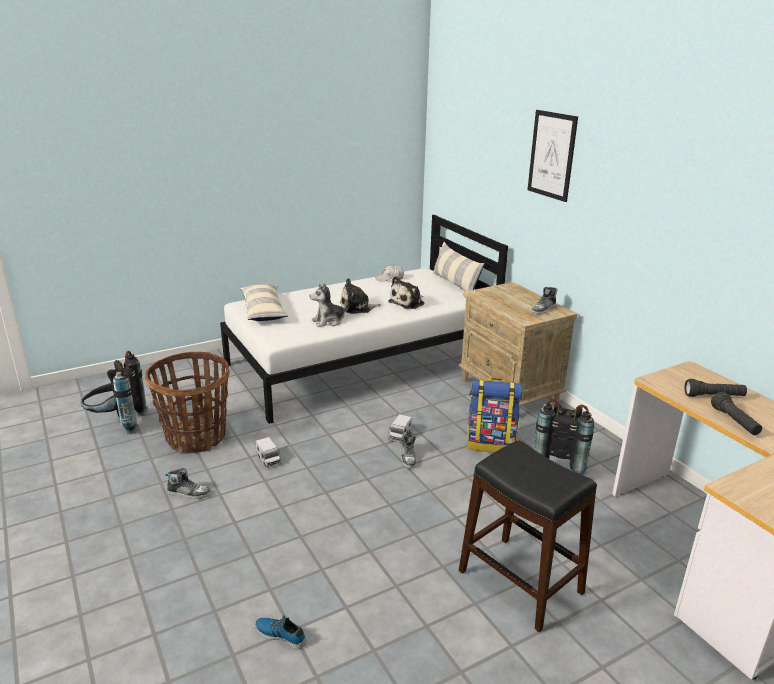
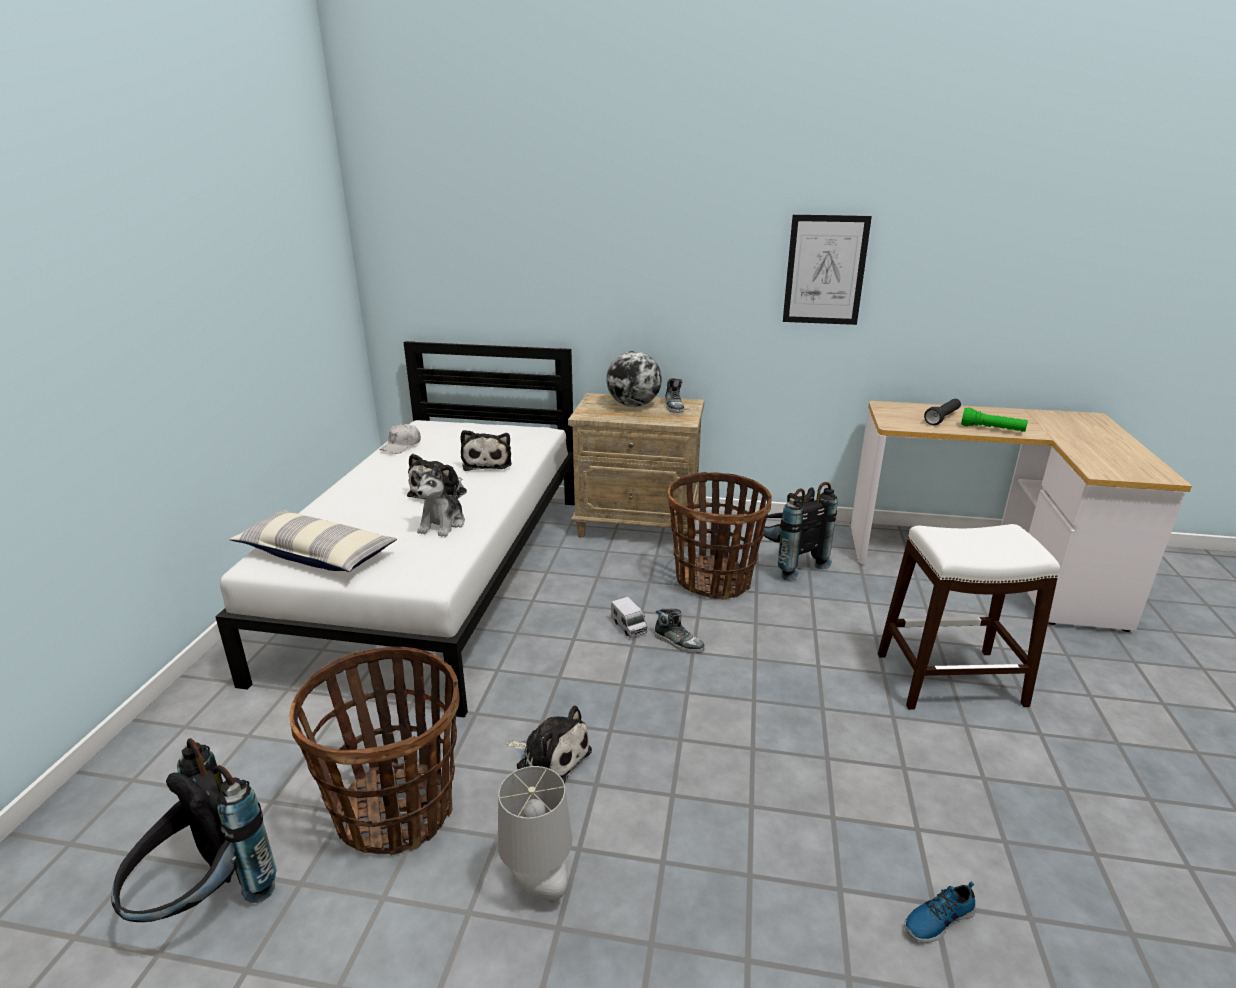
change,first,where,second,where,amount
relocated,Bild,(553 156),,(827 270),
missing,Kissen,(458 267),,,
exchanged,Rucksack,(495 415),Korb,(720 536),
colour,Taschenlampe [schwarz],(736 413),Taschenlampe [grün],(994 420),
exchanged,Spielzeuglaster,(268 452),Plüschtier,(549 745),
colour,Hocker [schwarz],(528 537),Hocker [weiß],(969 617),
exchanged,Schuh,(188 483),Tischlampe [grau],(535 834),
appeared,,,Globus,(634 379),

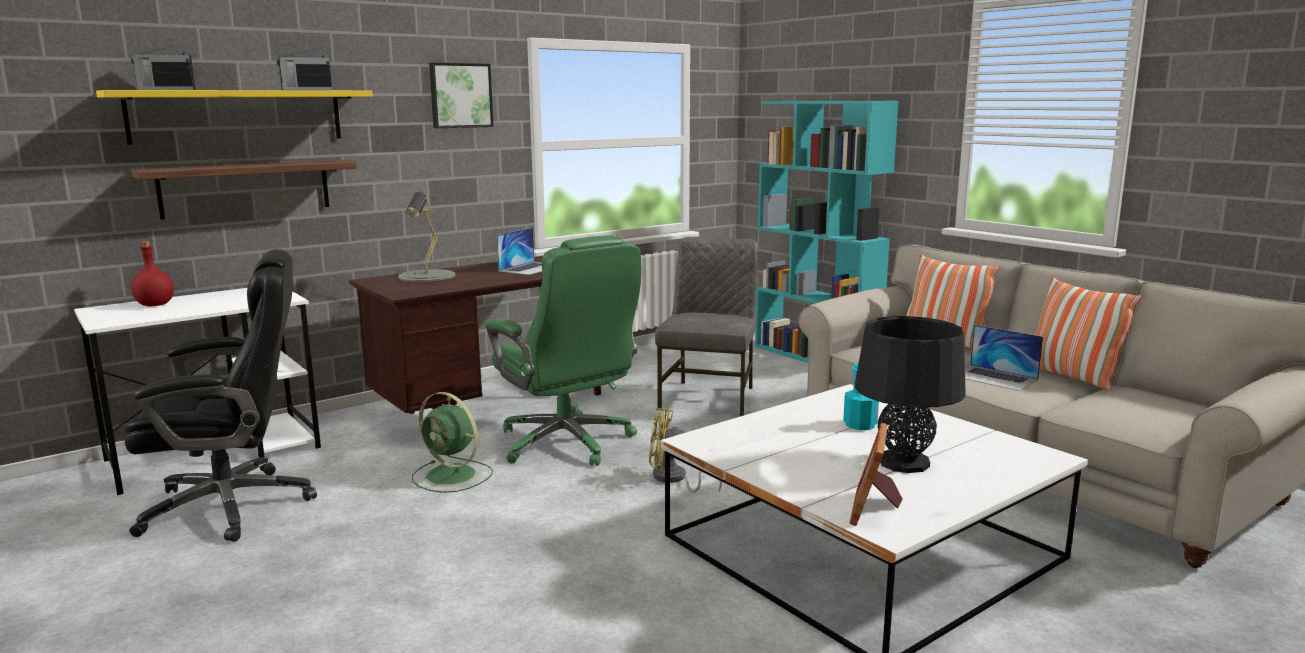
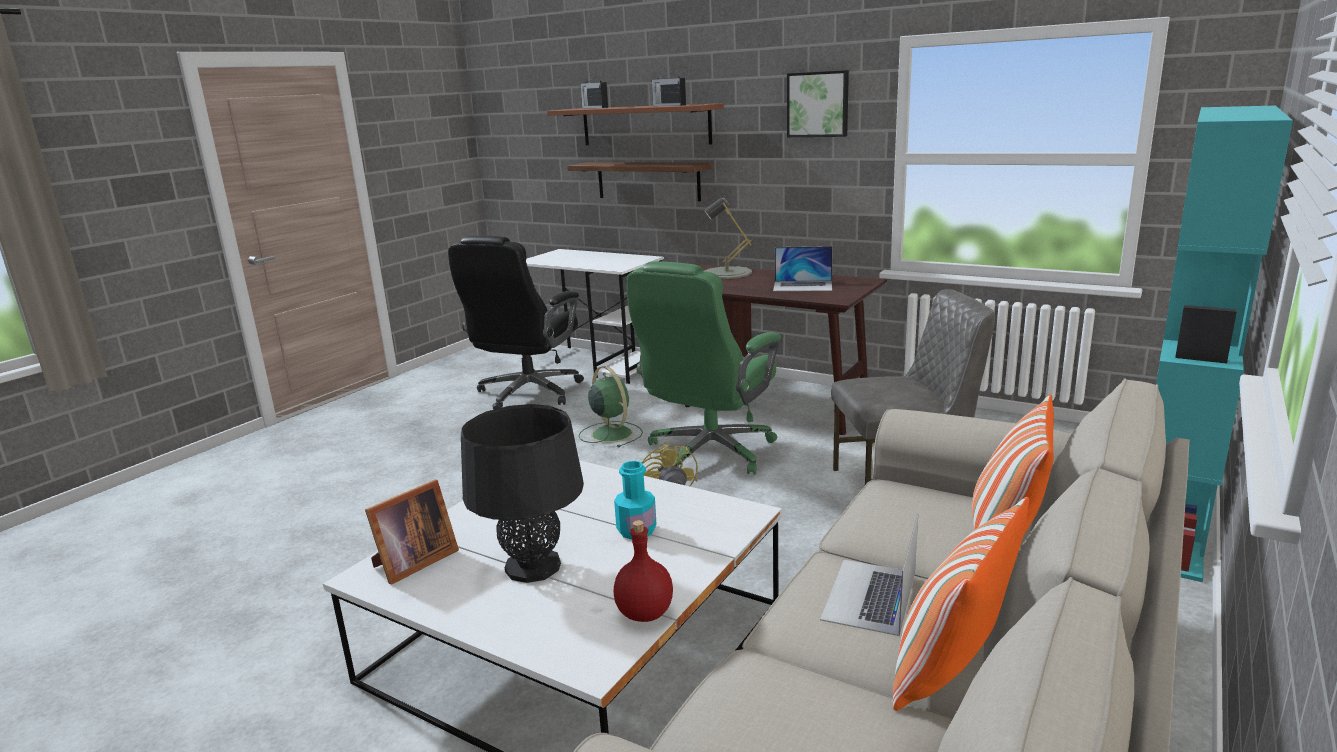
change,first,where,second,where,amount
colour,Wandregal [gelb],(234 117),Wandregal [braun],(635 124),
relocated,Flasche [rot],(152 273),,(643 571),
spun,Bürostuhl [schwarz],(221 395),,(516 323),60 degrees clockwise
spun,Ventilator [grün],(452 442),,(611 407),135 degrees clockwise
spun,Bilderrahmen,(876 474),,(412 532),135 degrees clockwise

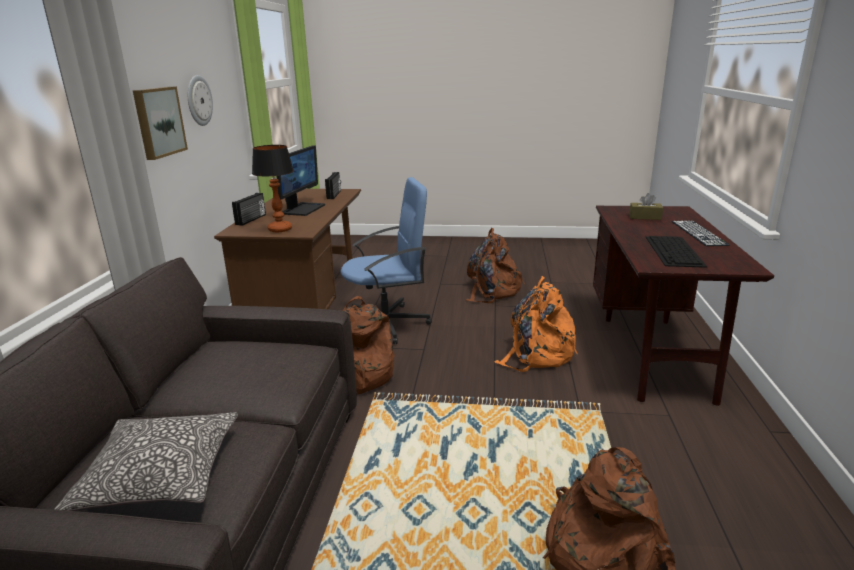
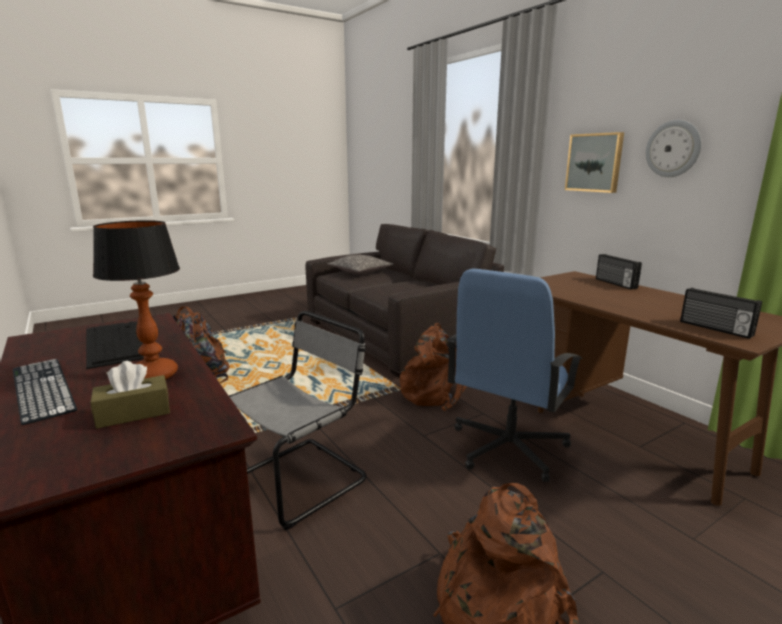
change,first,where,second,where,amount
relocated,Tischlampe,(273 188),,(136 300),
missing,Monitor,(301 180),,,
exchanged,Rucksack [orange],(536 324),Stuhl [grau],(297 420),

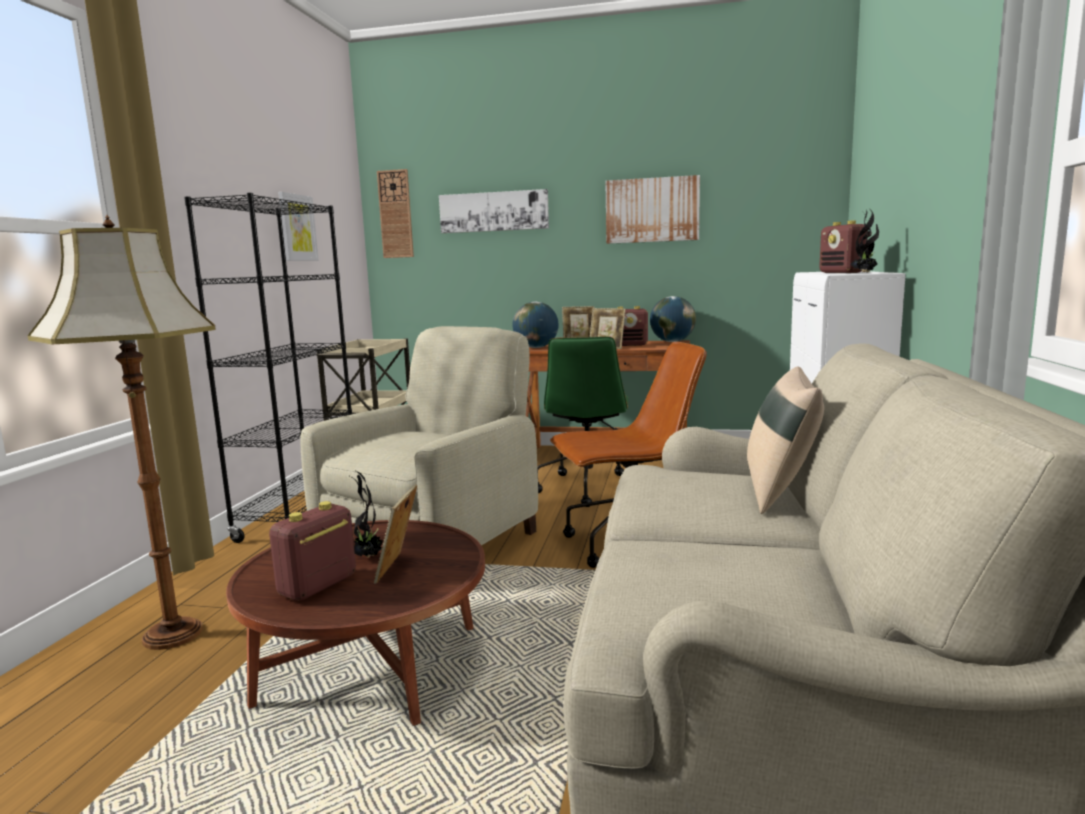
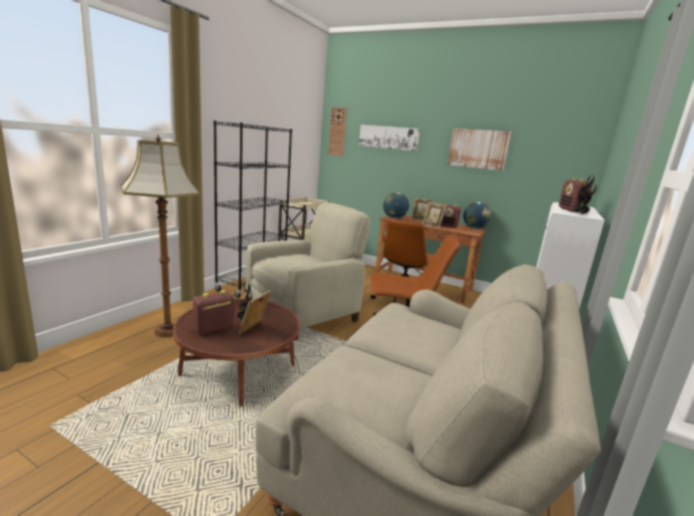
change,first,where,second,where,amount
missing,Bild,(298 226),,,
colour,Bürostuhl [grün],(582 421),Bürostuhl [braun],(402 261),
missing,Kissen [beige],(785 440),,,

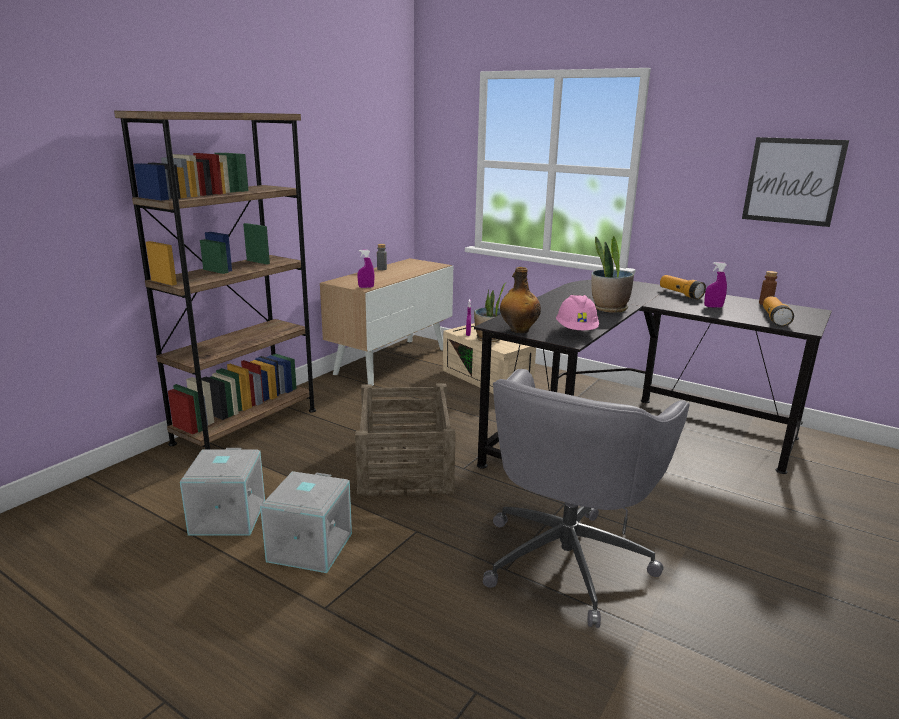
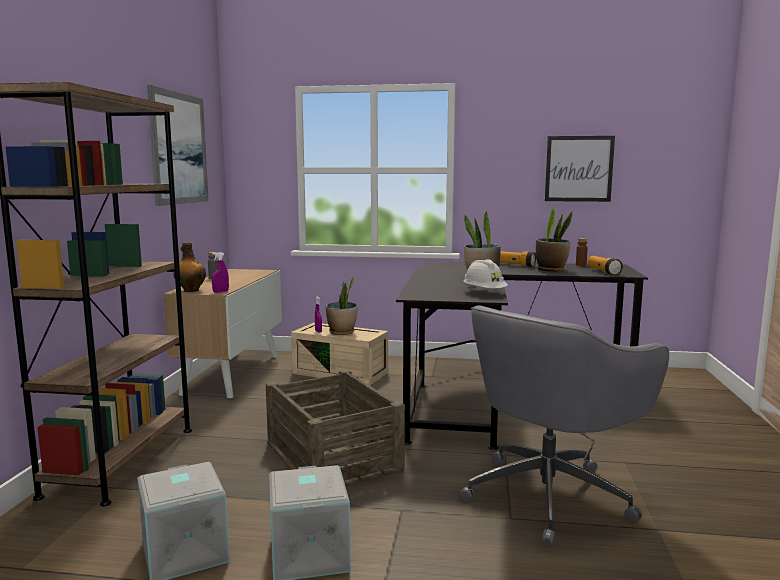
change,first,where,second,where,amount
exchanged,Sprühflasche [lila],(715 285),Topfpflanze,(554 239),
relocated,Flasche,(520 300),,(189 267),
colour,Schutzhelm [rosa],(577 312),Schutzhelm [weiß],(485 274),
spun,Bürostuhl [grau],(586 498),,(564 426),45 degrees clockwise
appeared,,,Bild,(178 145),

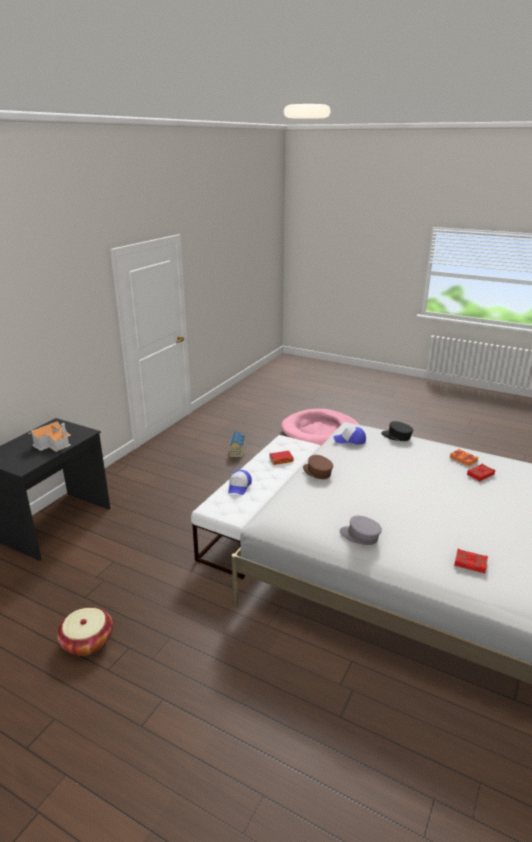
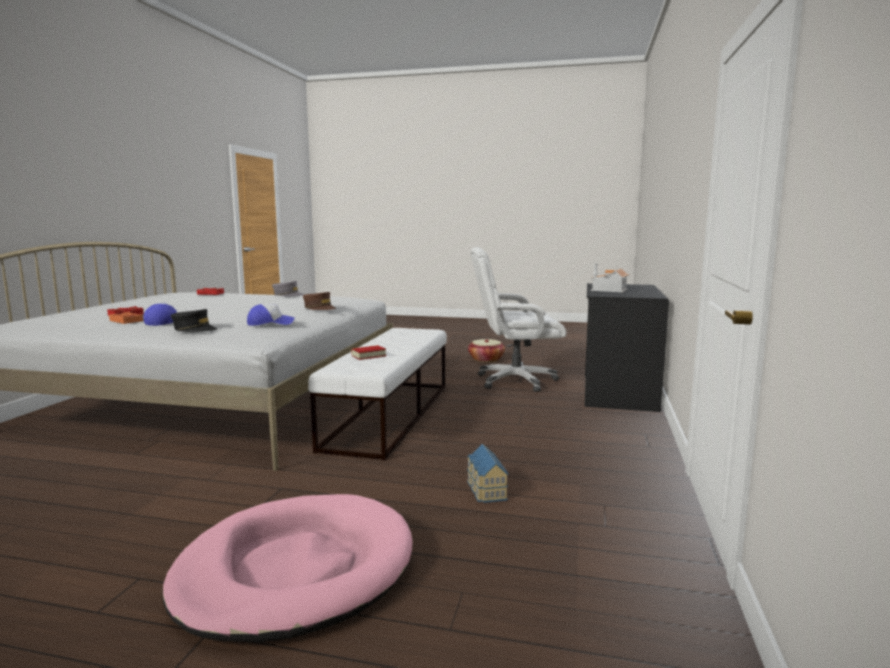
change,first,where,second,where,amount
relocated,Kappe,(240 482),,(160 314),
appeared,,,Bürostuhl [weiß],(518 319),

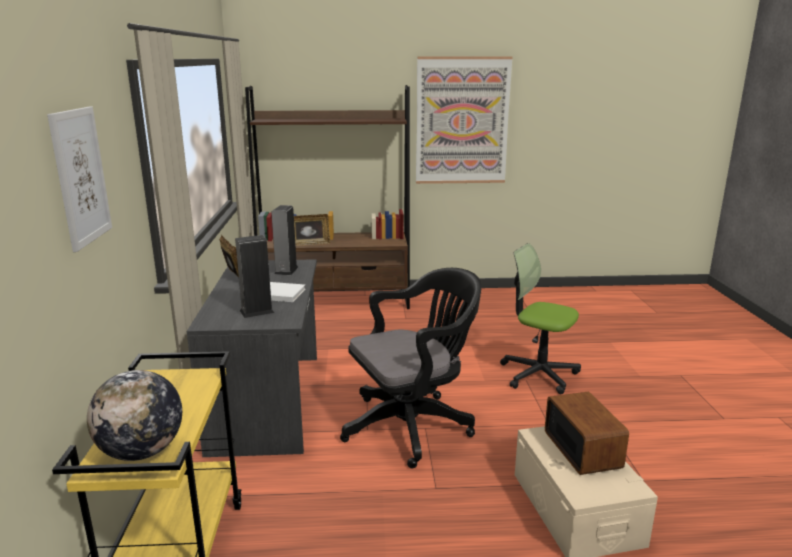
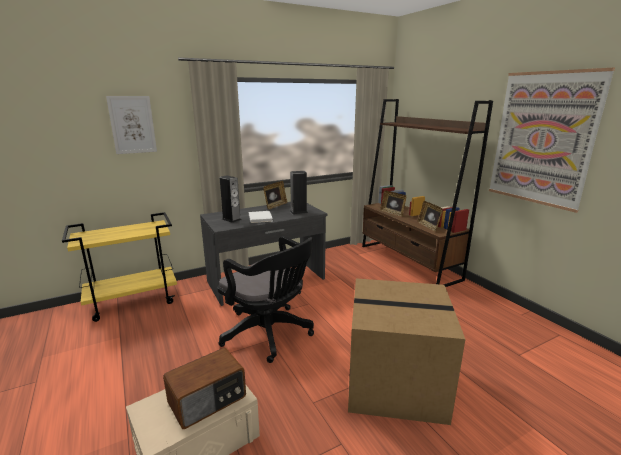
change,first,where,second,where,amount
exchanged,Bürostuhl,(540 318),Karton,(406 351),
missing,Globus,(134 415),,,
appeared,,,Bilderrahmen,(430 216),

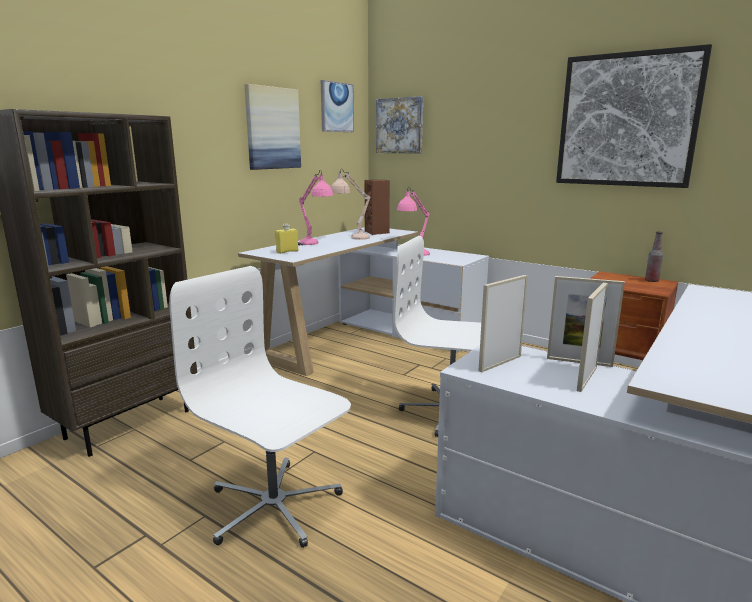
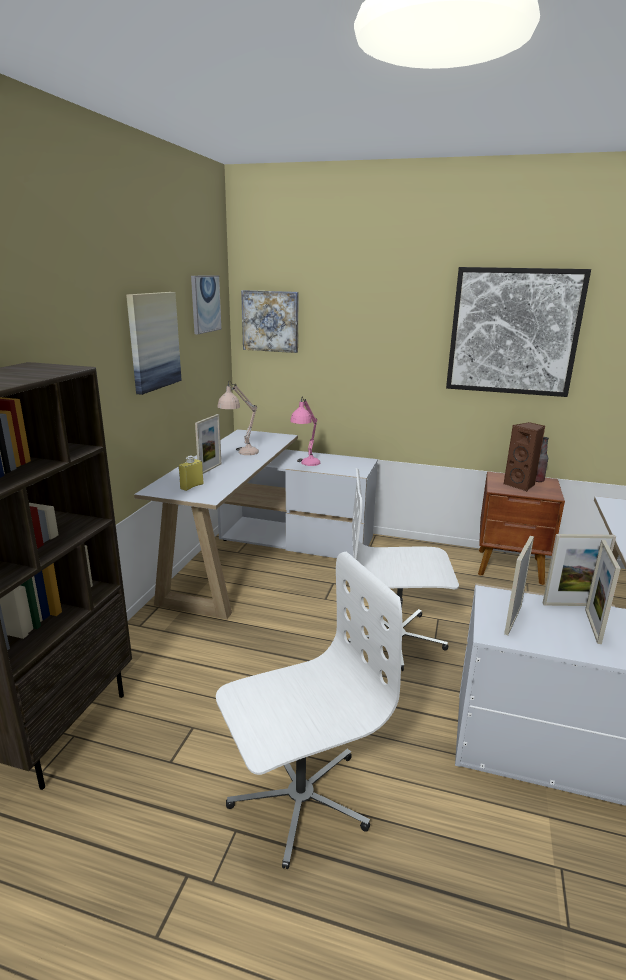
change,first,where,second,where,amount
exchanged,Tischlampe [rosa],(315 207),Bilderrahmen,(208 444),
relocated,Lautsprecher [braun],(377 207),,(524 456),
spun,Bürostuhl [weiß],(260 407),,(309 710),135 degrees clockwise

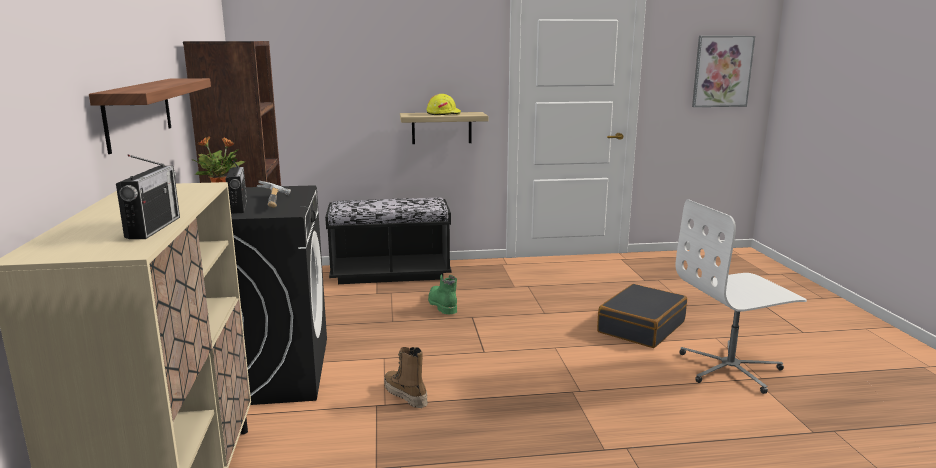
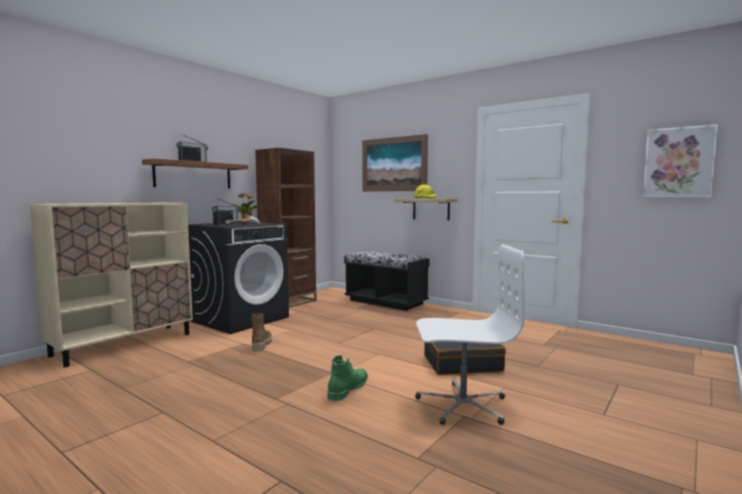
change,first,where,second,where,amount
relocated,Radio,(148 197),,(192 148),
spun,Bürostuhl [weiß],(741 296),,(470 334),150 degrees clockwise
relocated,Stiefel [grün],(442 295),,(347 378),
appeared,,,Bild,(395 163),

